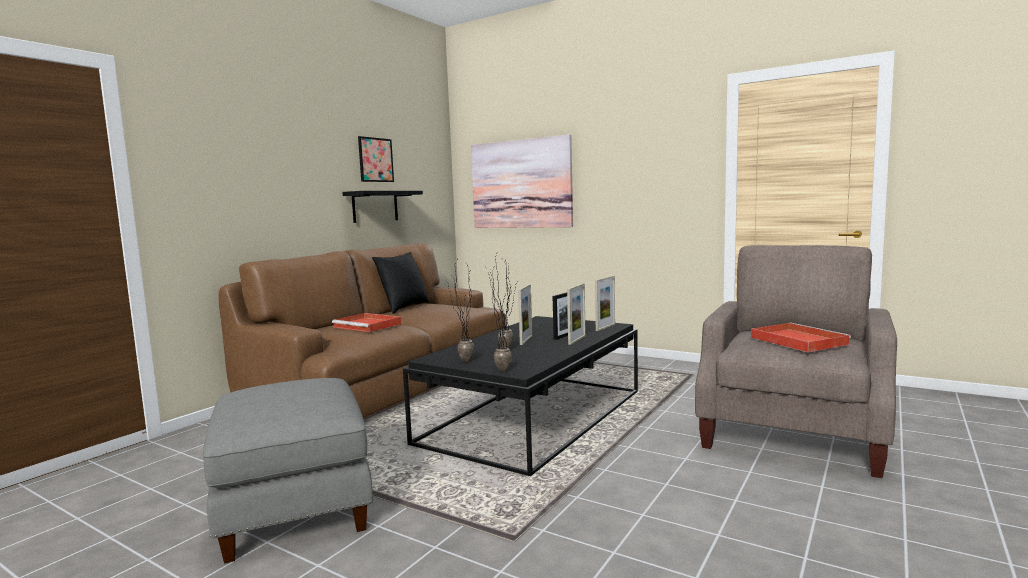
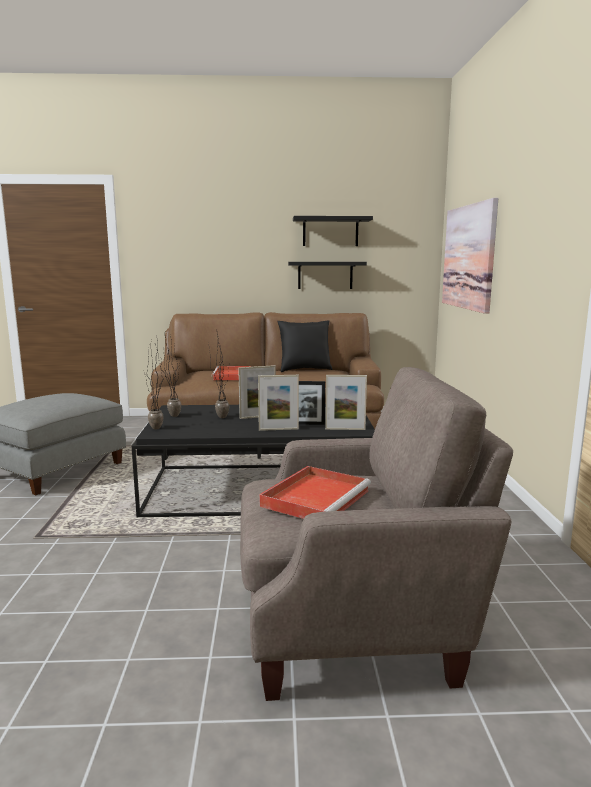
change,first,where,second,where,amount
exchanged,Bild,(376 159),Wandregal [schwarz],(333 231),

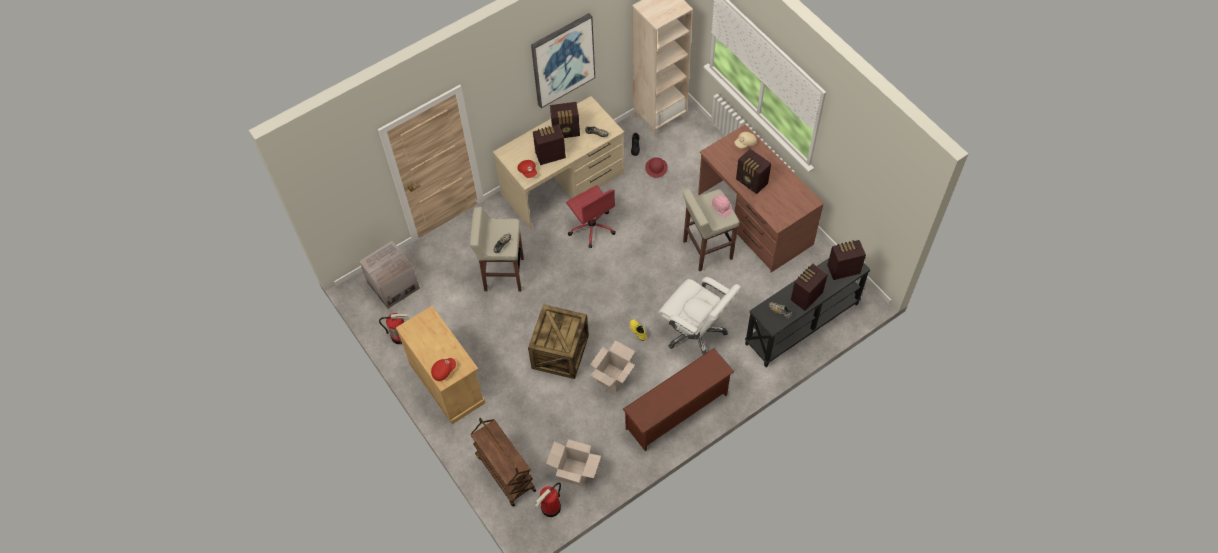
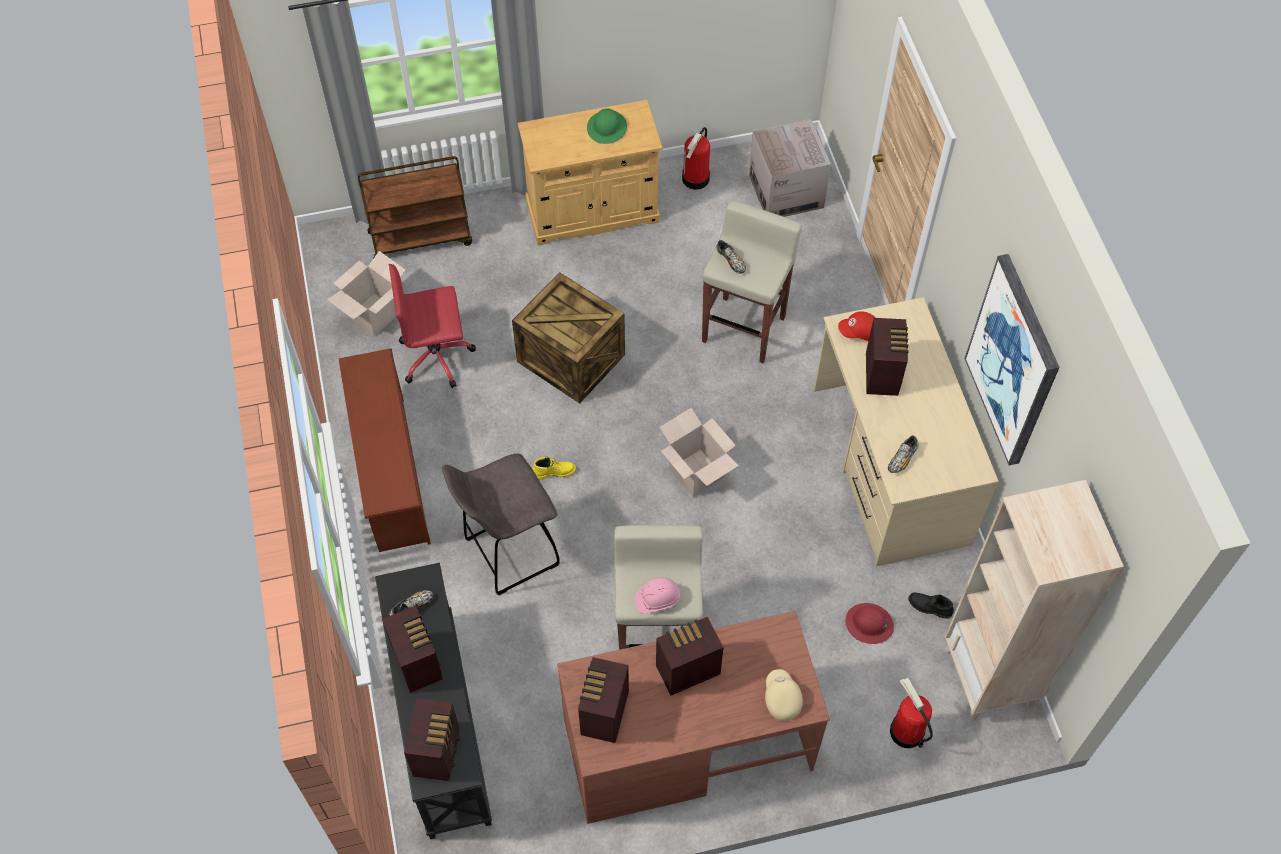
change,first,where,second,where,amount
relocated,Radio,(565 120),,(603 700),
relocated,Bürostuhl [rot],(591 216),,(432 326),
exchanged,Bürostuhl [weiß],(699 316),Hocker [grau],(501 524),
relocated,Karton,(612 366),,(699 453),
missing,Kappe [rot],(443 369),,,
relocated,Feuerlöscher,(548 500),,(911 713),
appeared,,,Schutzhelm [grün],(607 126),

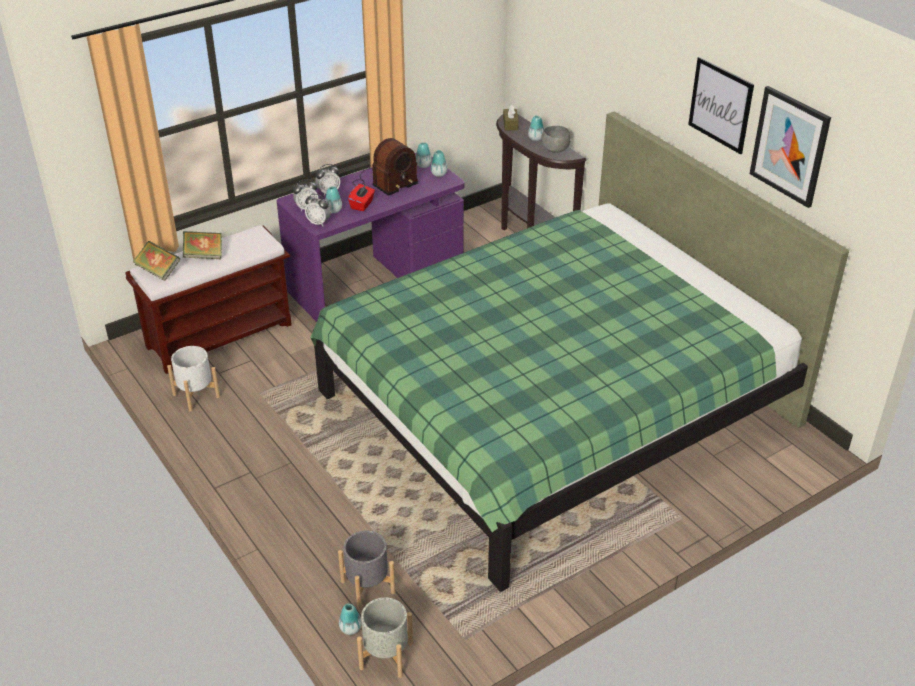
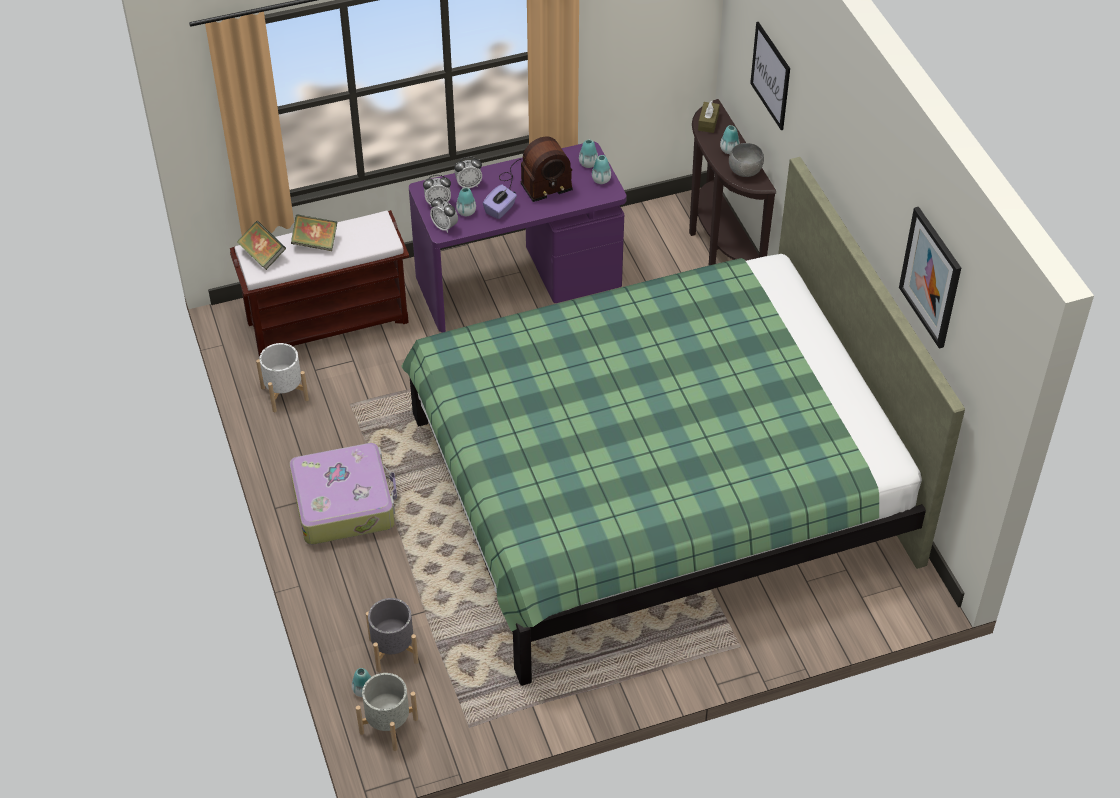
change,first,where,second,where,amount
relocated,Bild,(721 105),,(770 76),
colour,Taschentuchbox [rot],(361 197),Taschentuchbox [lila],(500 201),
appeared,,,Koffer,(343 494),

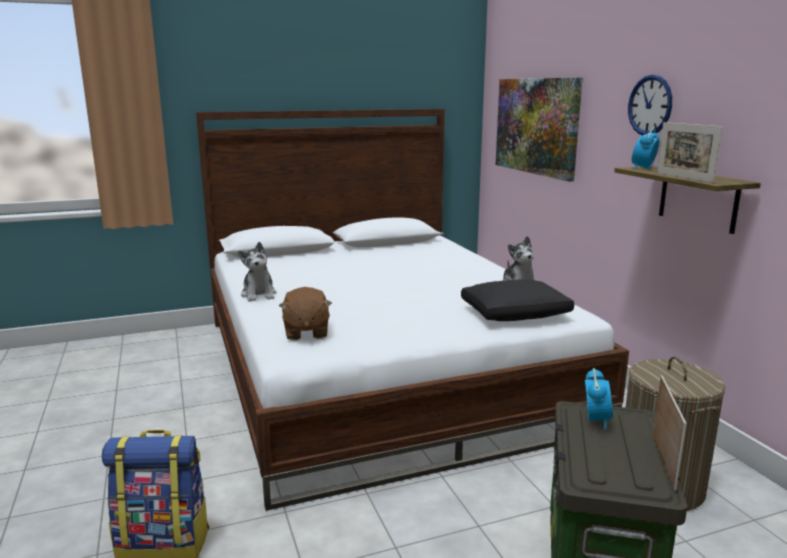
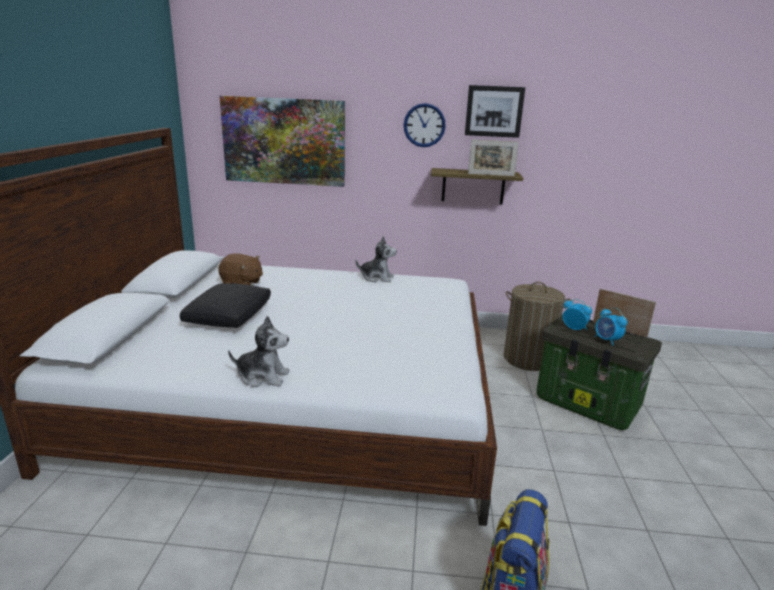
change,first,where,second,where,amount
relocated,Wecker,(645 148),,(611 327),
relocated,Kissen [schwarz],(517 300),,(225 305),
relocated,Plüschtier [braun],(305 313),,(240 269),
appeared,,,Bild,(495 111),

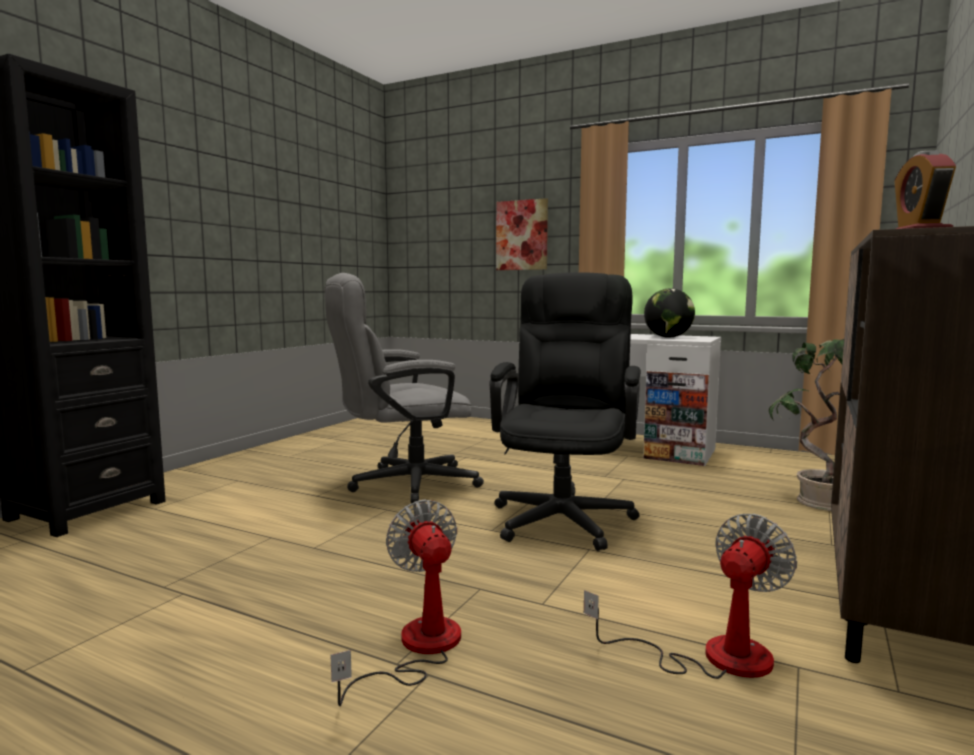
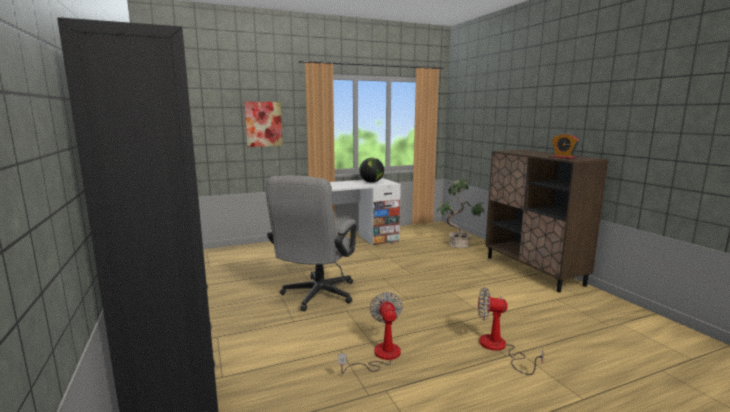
change,first,where,second,where,amount
missing,Bürostuhl [schwarz],(565 411),,,
relocated,Ventilator,(690 596),,(370 333),

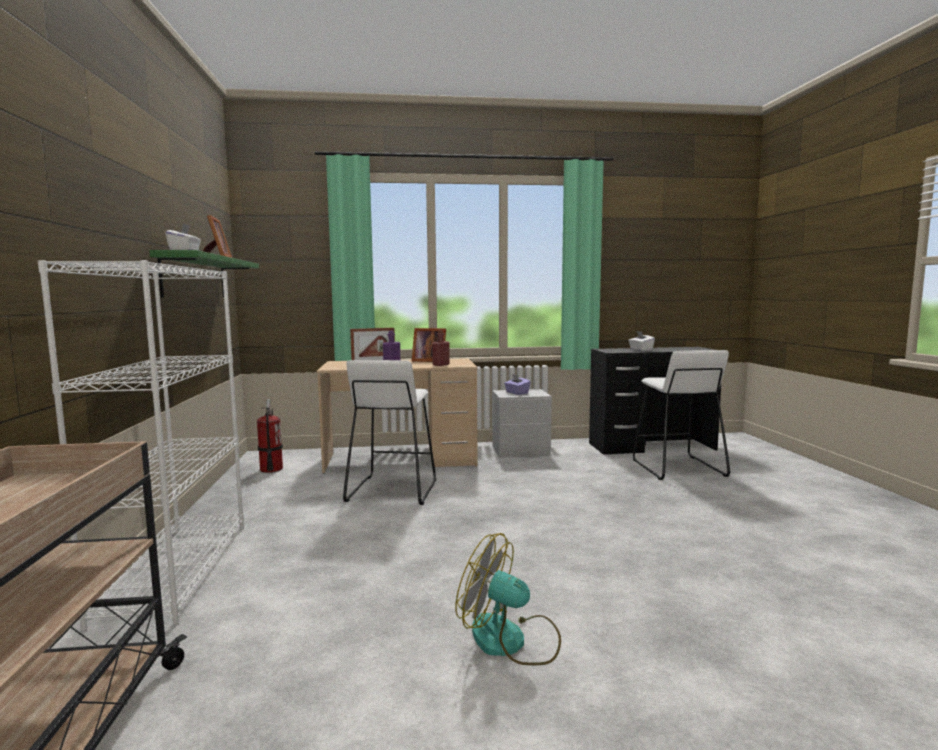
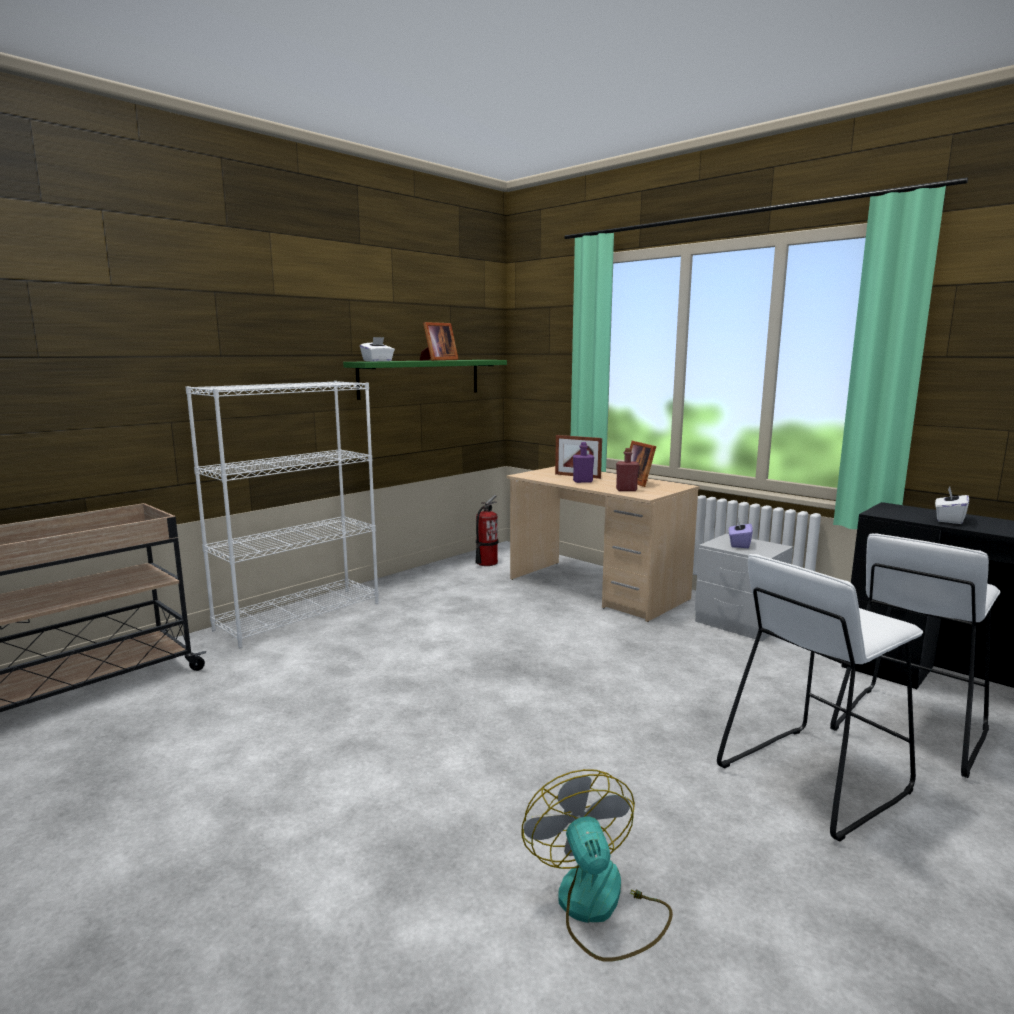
change,first,where,second,where,amount
relocated,Hocker [weiß],(389 432),,(820 698),
relocated,Ventilator,(508 599),,(597 865),

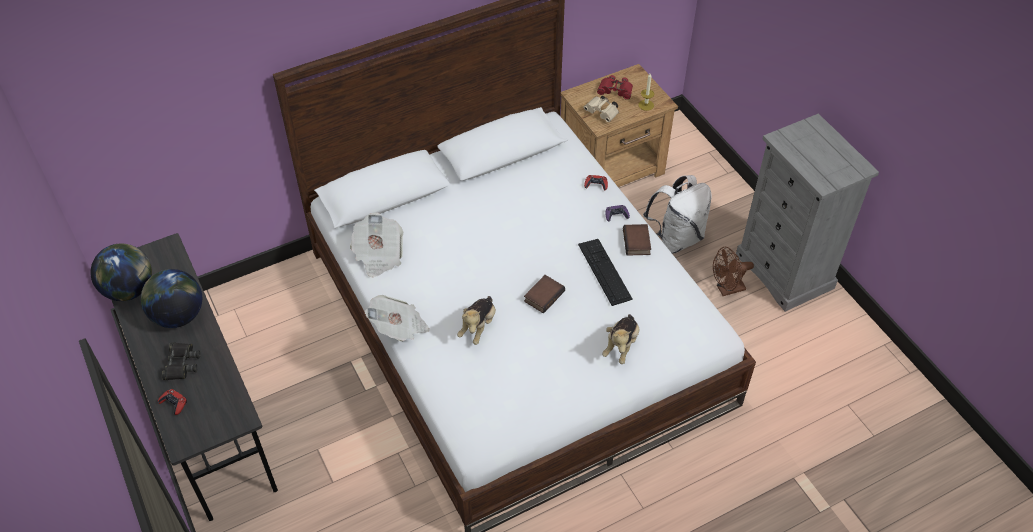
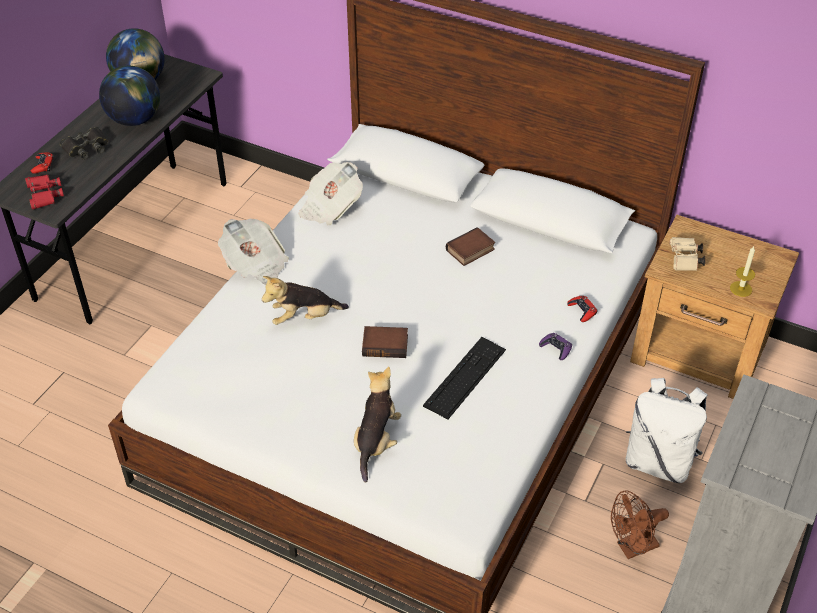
change,first,where,second,where,amount
relocated,Fernglas [rot],(615 87),,(44 192),
relocated,Buch,(637 240),,(470 246),
spun,Ventilator [braun],(733 271),,(640 524),60 degrees counterclockwise
spun,Plüschtier,(620 339),,(377 424),120 degrees clockwise

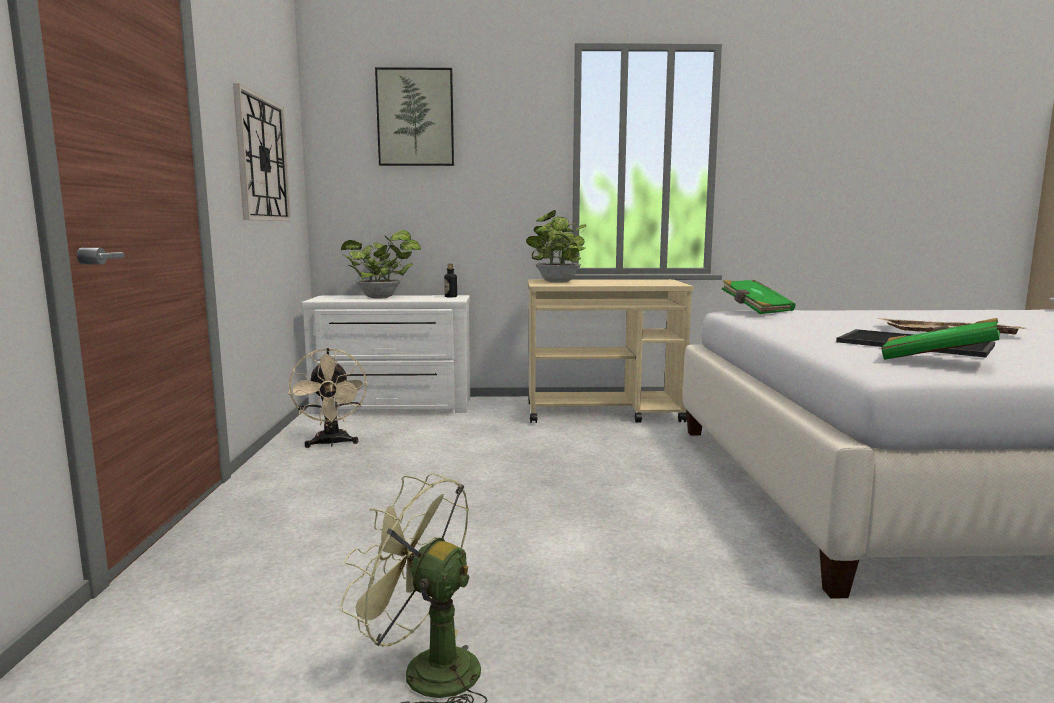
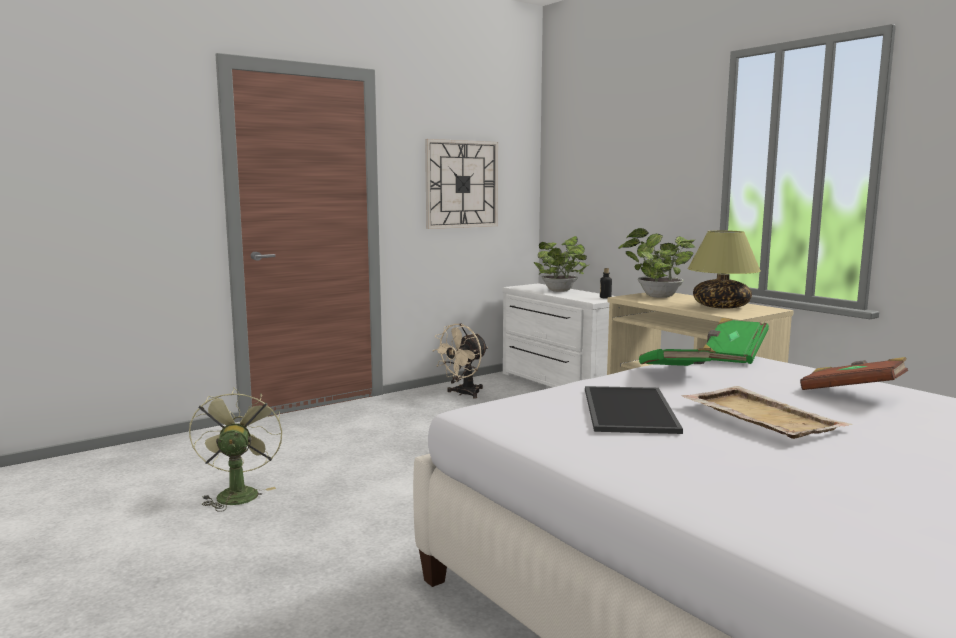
change,first,where,second,where,amount
missing,Bild,(414 116),,,
relocated,Buch [grün],(940 339),,(675 357),
appeared,,,Tischlampe,(724 269),
appeared,,,Buch [braun],(854 373),

